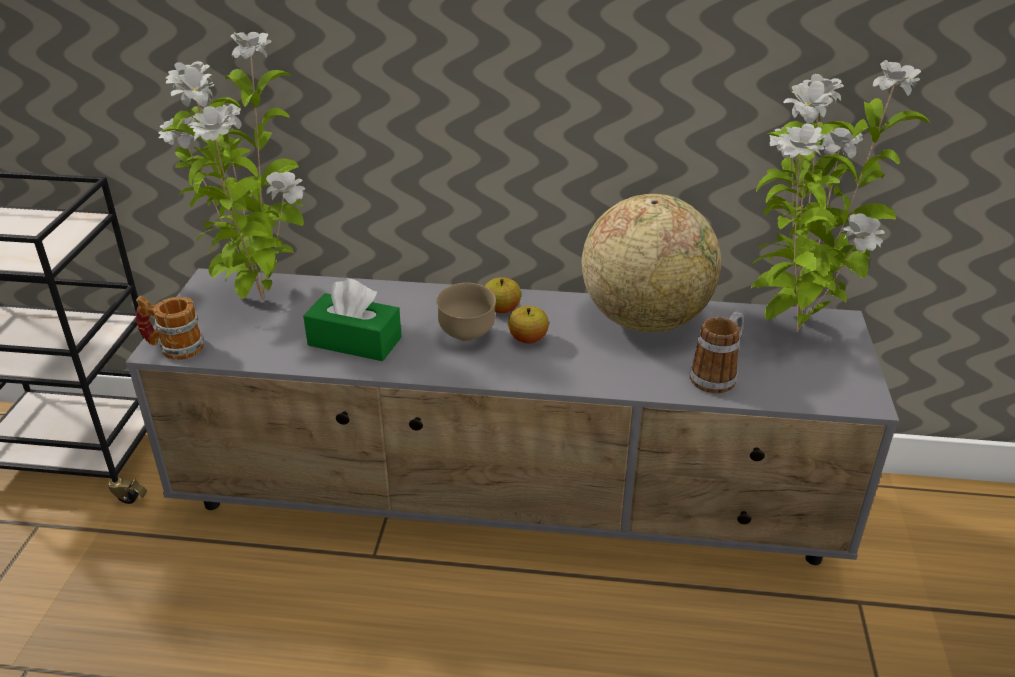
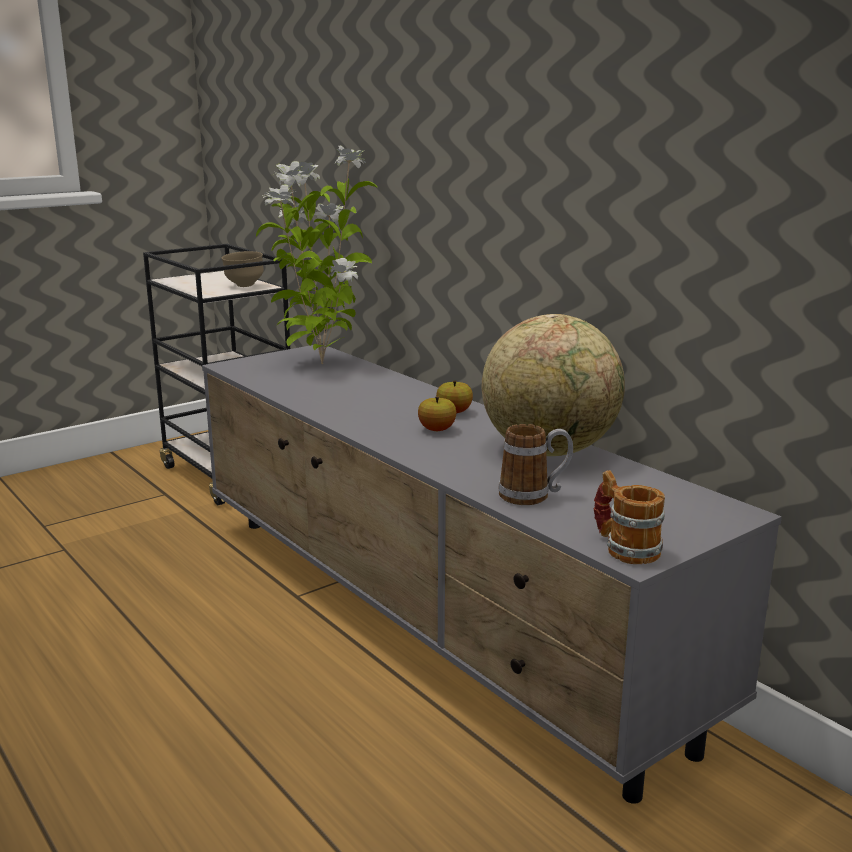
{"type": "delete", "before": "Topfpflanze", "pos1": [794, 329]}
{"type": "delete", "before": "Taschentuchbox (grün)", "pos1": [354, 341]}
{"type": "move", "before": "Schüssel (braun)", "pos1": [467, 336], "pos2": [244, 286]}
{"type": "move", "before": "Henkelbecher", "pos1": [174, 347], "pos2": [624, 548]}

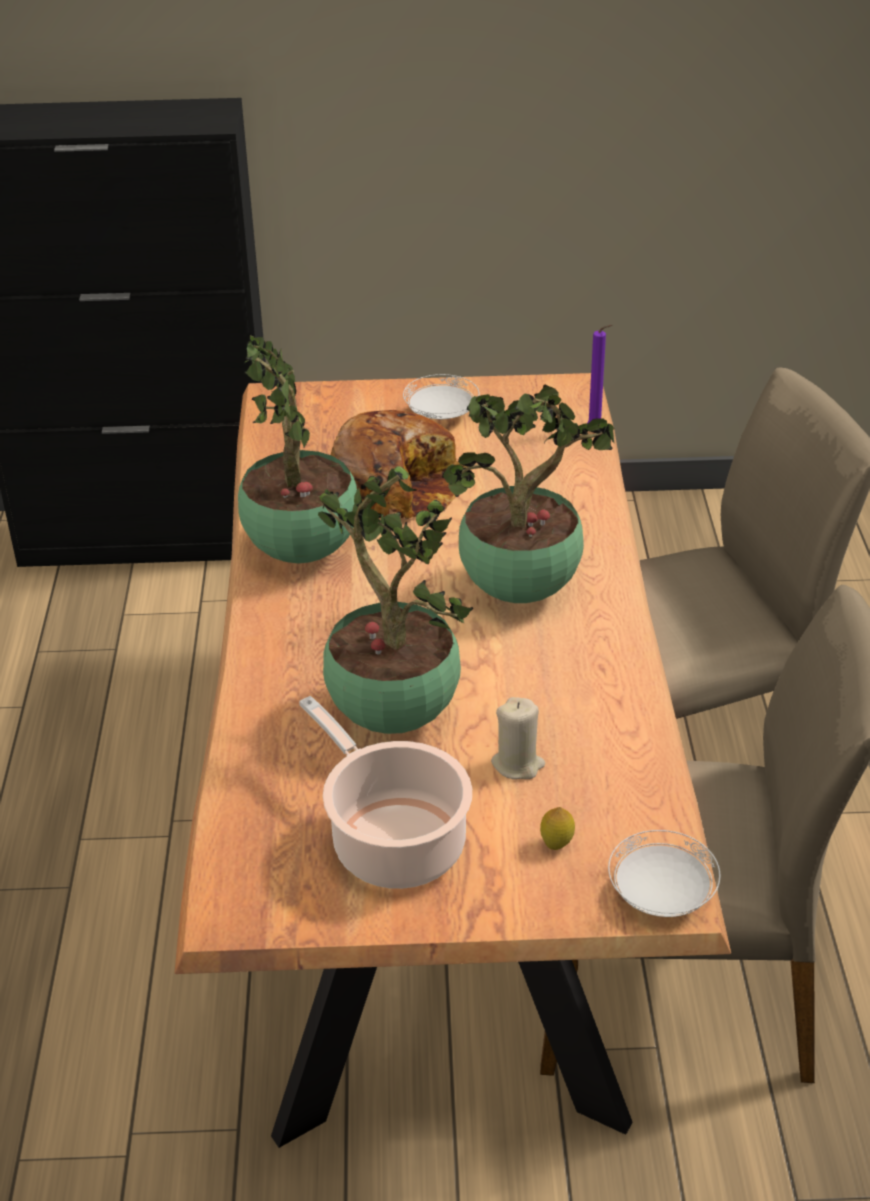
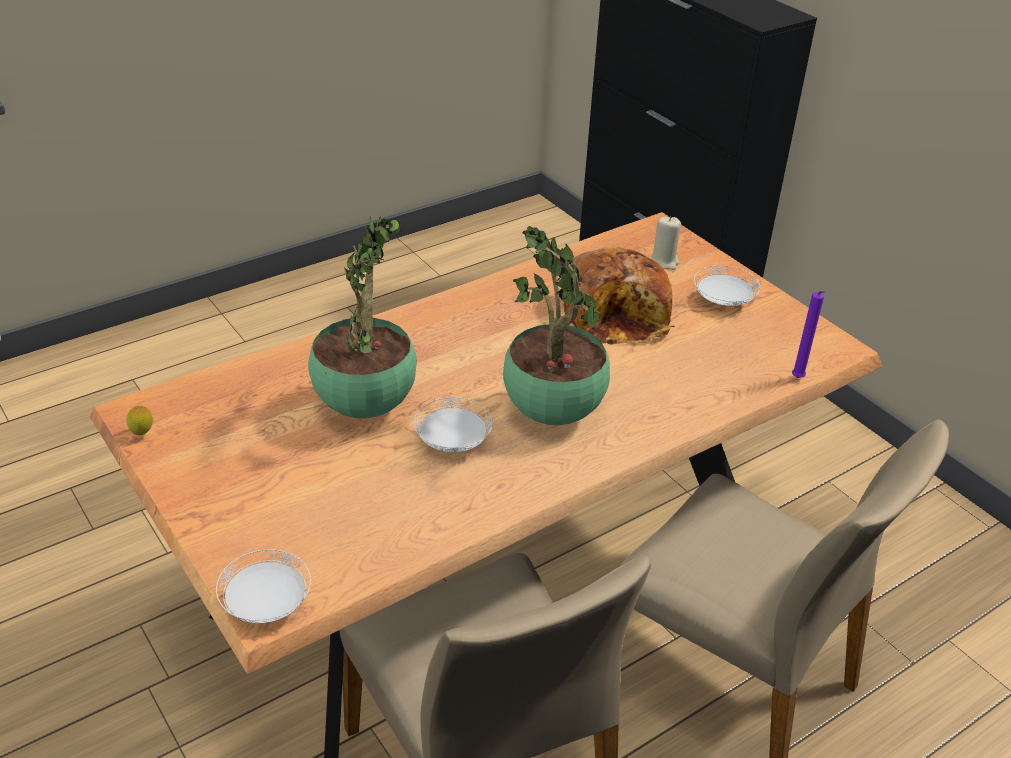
{"type": "delete", "before": "Topfpflanze", "pos1": [303, 553]}
{"type": "delete", "before": "Kochtopf", "pos1": [393, 841]}
{"type": "move", "before": "Kerze (beige)", "pos1": [518, 764], "pos2": [664, 262]}
{"type": "move", "before": "Zitrone", "pos1": [556, 845], "pos2": [142, 434]}
{"type": "insert", "after": "Teller (weiß)", "pos2": [453, 441]}

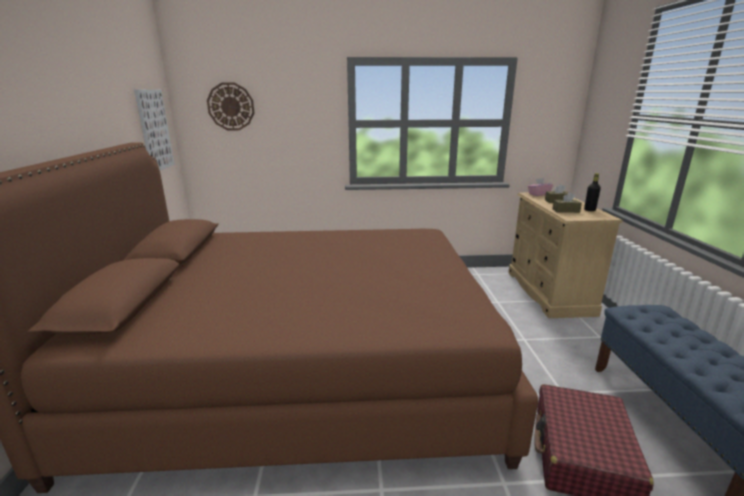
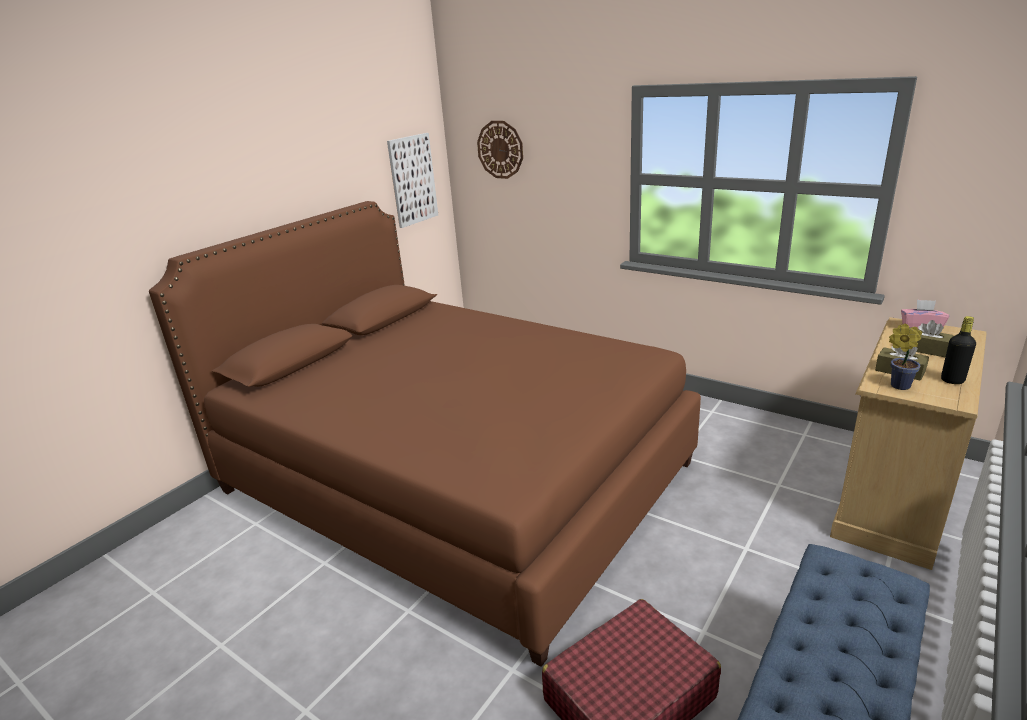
{"type": "insert", "after": "Topfpflanze", "pos2": [897, 385]}

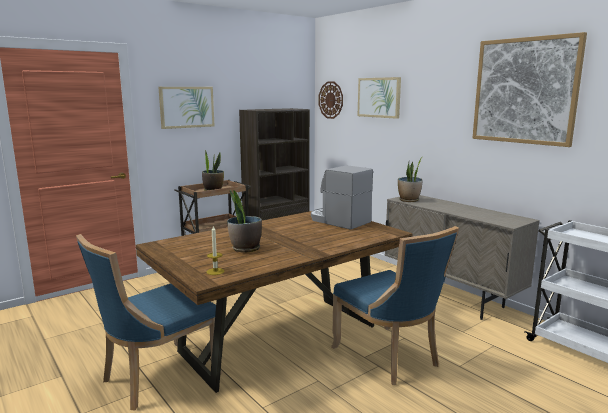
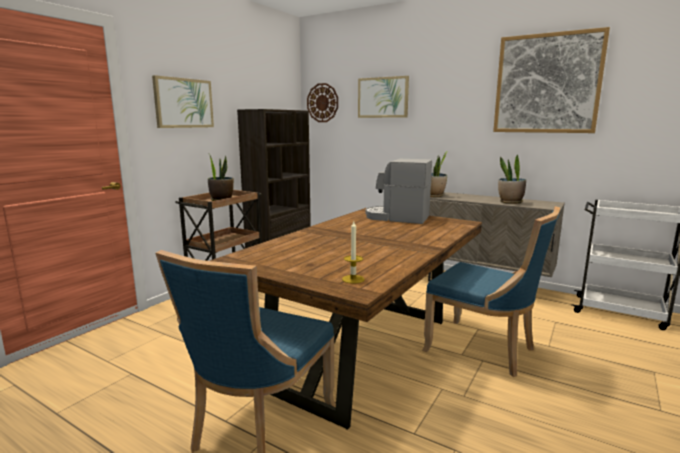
{"type": "move", "before": "Topfpflanze", "pos1": [245, 249], "pos2": [510, 202]}

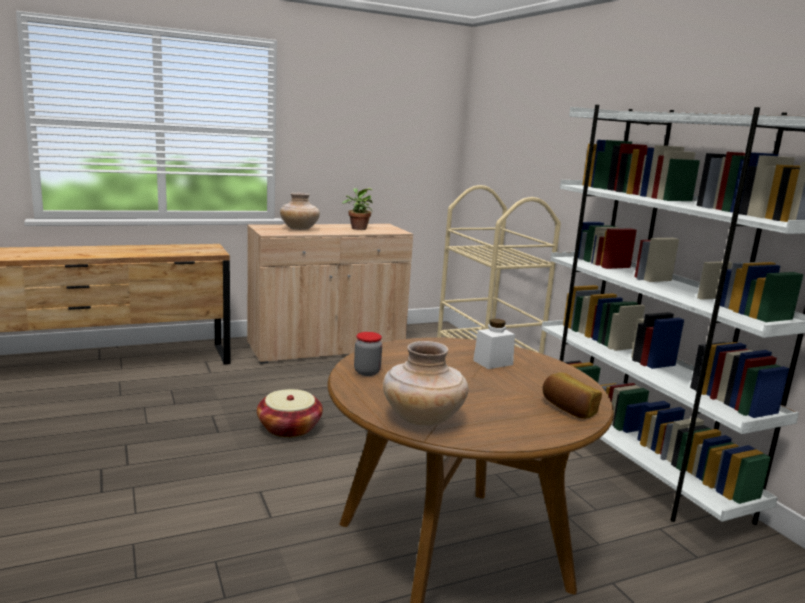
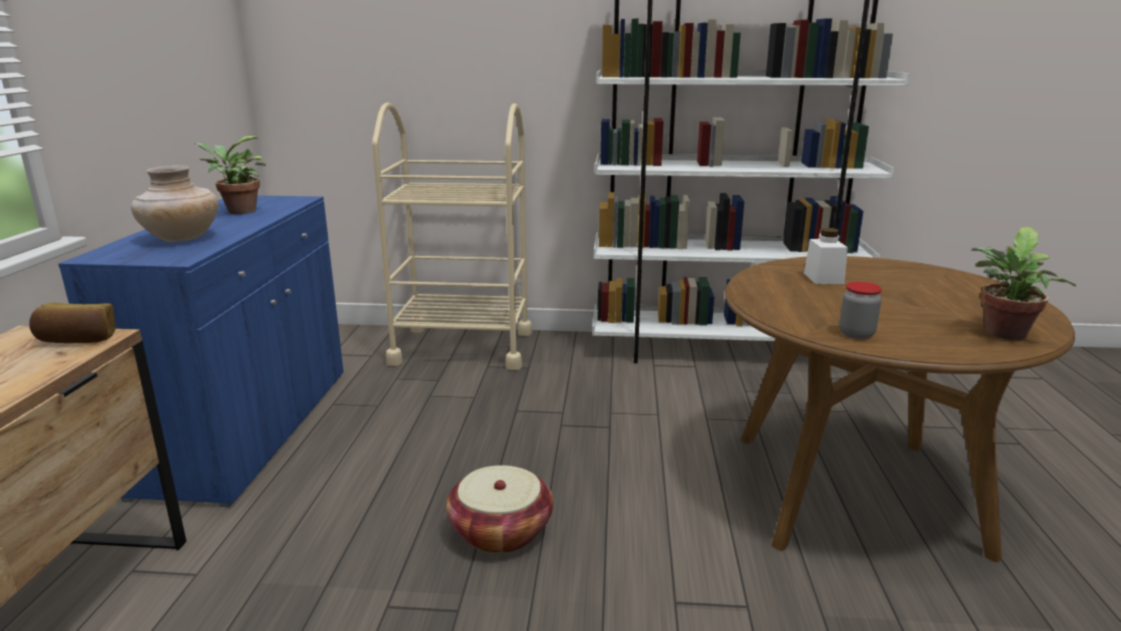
{"type": "recolor", "before": "Schrank (beige)", "after": "Schrank (blau)", "pos1": [326, 347], "pos2": [250, 429]}
{"type": "replace", "before": "Vase (beige)", "after": "Topfpflanze", "pos1": [422, 419], "pos2": [1004, 335]}
{"type": "move", "before": "Brot", "pos1": [568, 409], "pos2": [78, 340]}

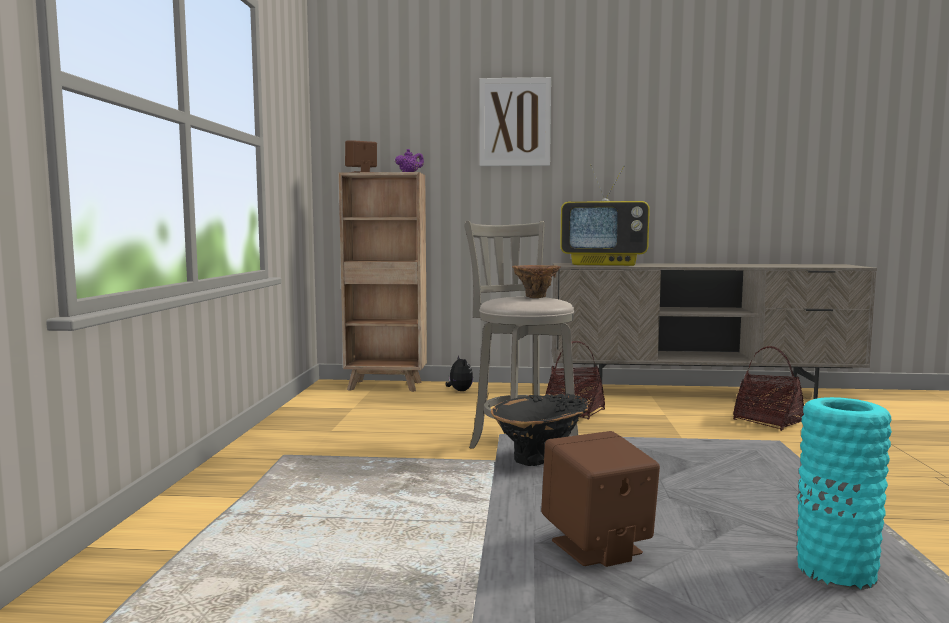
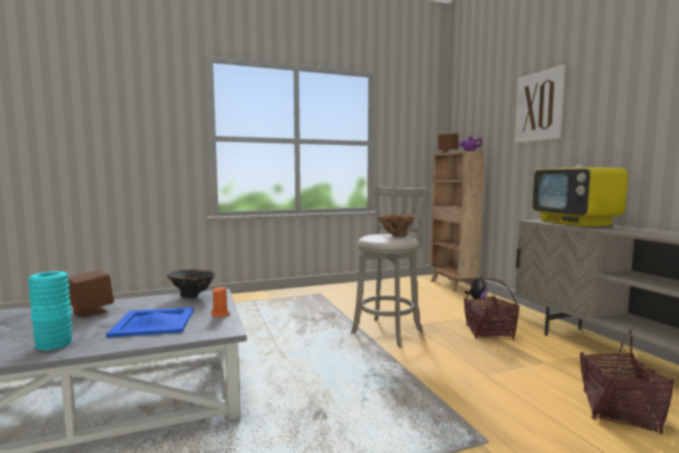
{"type": "insert", "after": "Kerze (orange)", "pos2": [220, 314]}
{"type": "insert", "after": "Tablett (blau)", "pos2": [154, 322]}

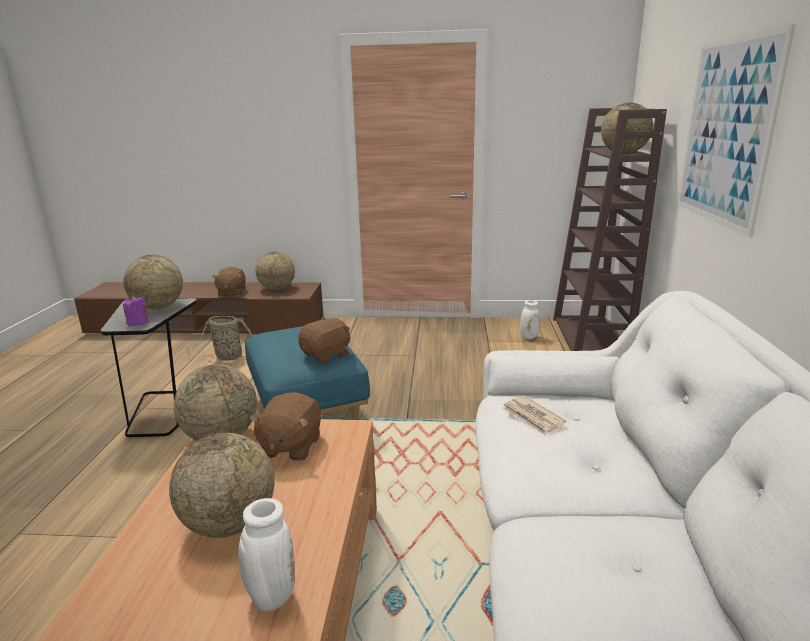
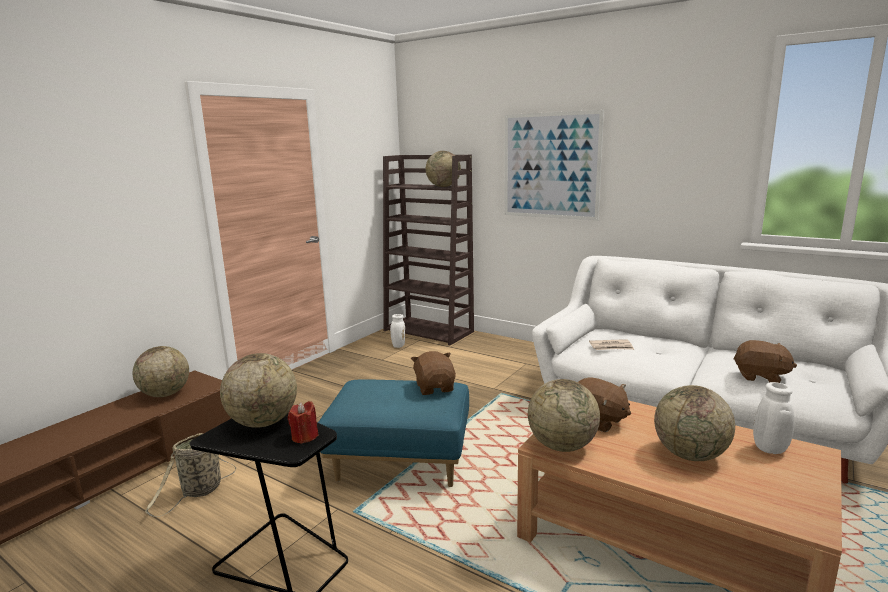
{"type": "move", "before": "Plüschtier (braun)", "pos1": [231, 293], "pos2": [760, 376]}
{"type": "recolor", "before": "Kerze (lila)", "after": "Kerze (rot)", "pos1": [138, 323], "pos2": [304, 437]}

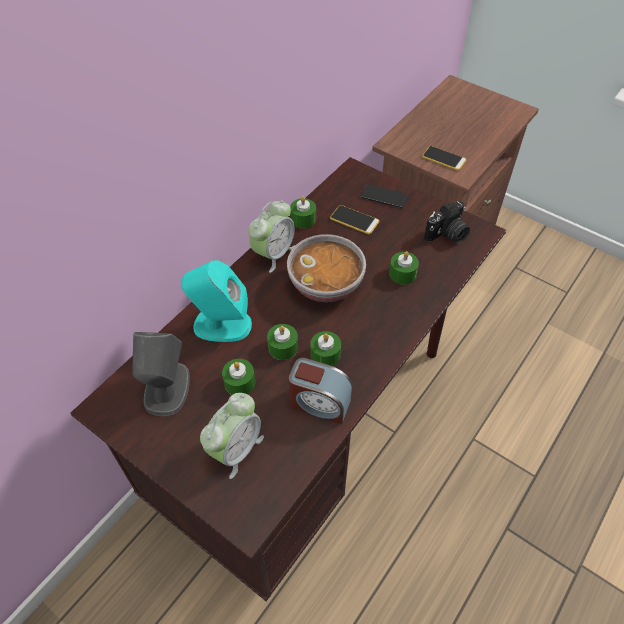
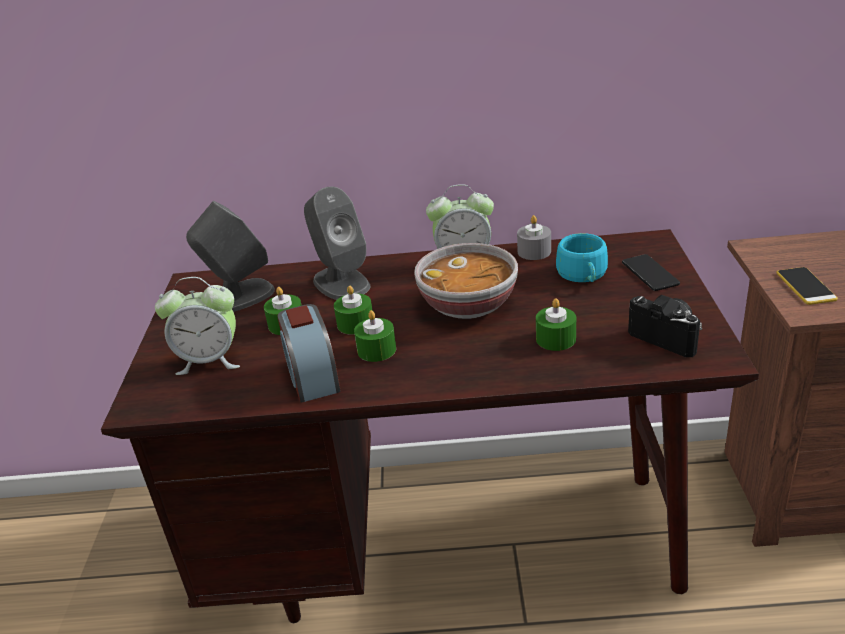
{"type": "recolor", "before": "Kerze (grün)", "after": "Kerze (grau)", "pos1": [303, 219], "pos2": [534, 251]}
{"type": "rotate", "before": "Kamera", "pos1": [447, 234], "pos2": [668, 337], "turn": -150}
{"type": "replace", "before": "Handy", "after": "Tasse (türkis)", "pos1": [354, 220], "pos2": [583, 275]}
{"type": "recolor", "before": "Lautsprecher (türkis)", "after": "Lautsprecher (grau)", "pos1": [221, 325], "pos2": [341, 283]}

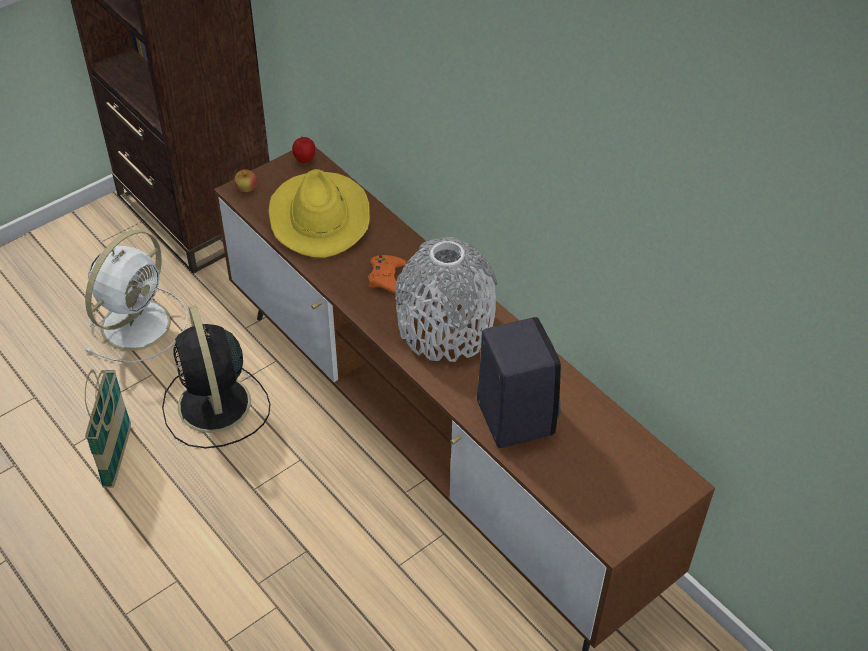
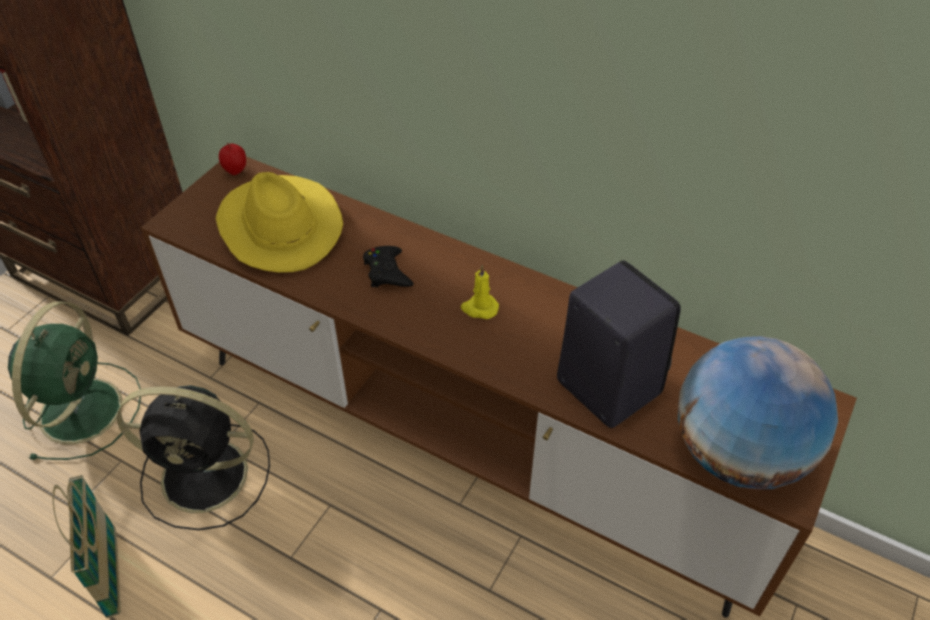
{"type": "delete", "before": "Apfel", "pos1": [246, 189]}
{"type": "recolor", "before": "Ventilator (weiß)", "after": "Ventilator (grün)", "pos1": [138, 323], "pos2": [83, 407]}
{"type": "replace", "before": "Vase (grau)", "after": "Kerze (gelb)", "pos1": [445, 327], "pos2": [479, 308]}
{"type": "recolor", "before": "Gamepad (orange)", "after": "Gamepad (schwarz)", "pos1": [387, 278], "pos2": [387, 272]}
{"type": "rotate", "before": "Ventilator (schwarz)", "pos1": [215, 406], "pos2": [209, 475], "turn": -45}
{"type": "insert", "after": "Globus", "pos2": [737, 453]}

